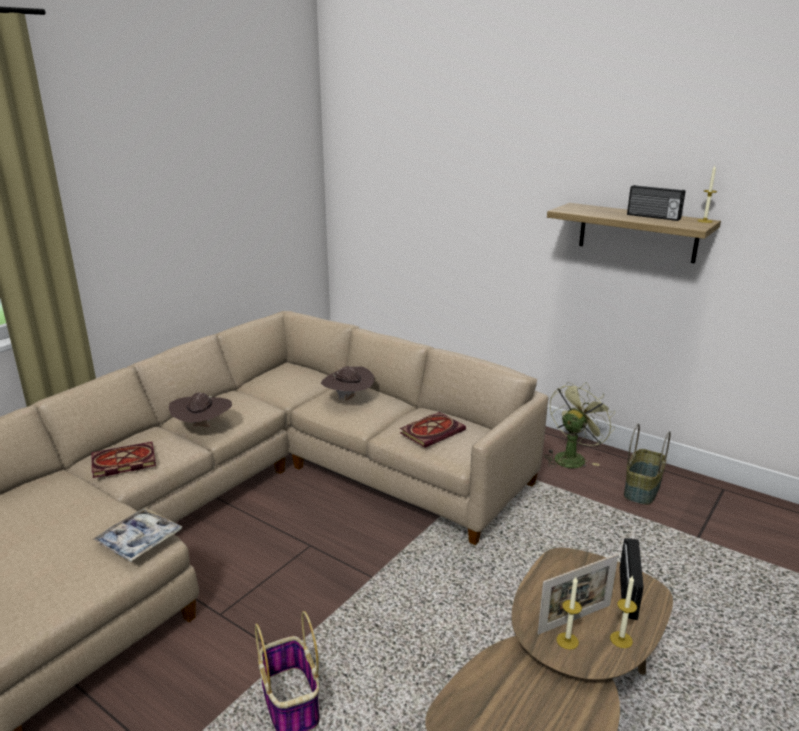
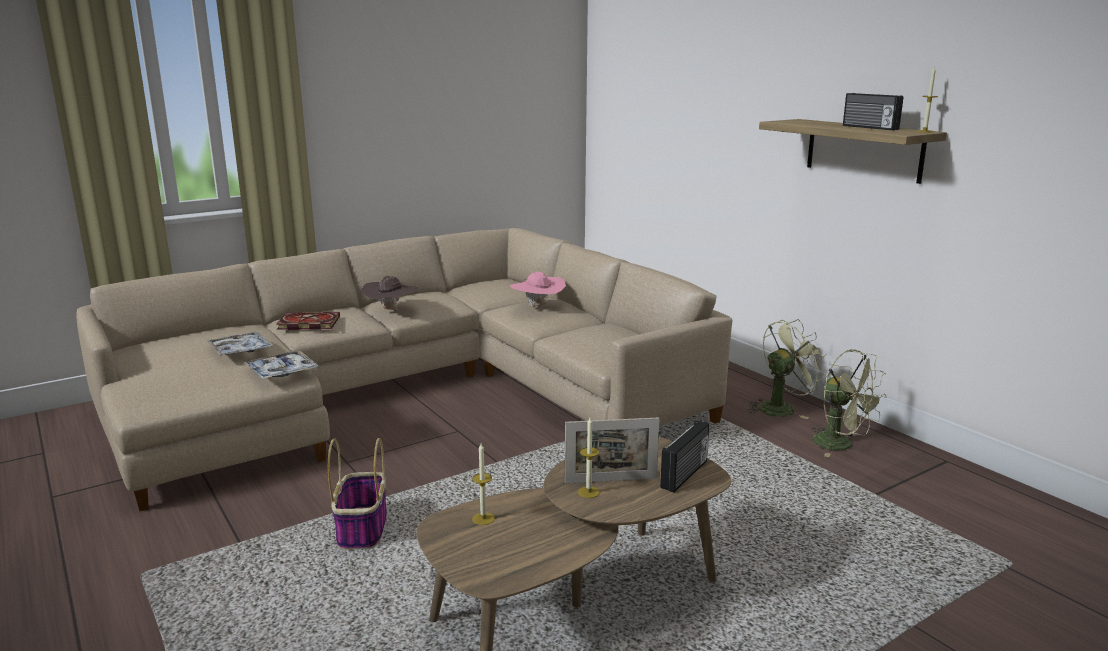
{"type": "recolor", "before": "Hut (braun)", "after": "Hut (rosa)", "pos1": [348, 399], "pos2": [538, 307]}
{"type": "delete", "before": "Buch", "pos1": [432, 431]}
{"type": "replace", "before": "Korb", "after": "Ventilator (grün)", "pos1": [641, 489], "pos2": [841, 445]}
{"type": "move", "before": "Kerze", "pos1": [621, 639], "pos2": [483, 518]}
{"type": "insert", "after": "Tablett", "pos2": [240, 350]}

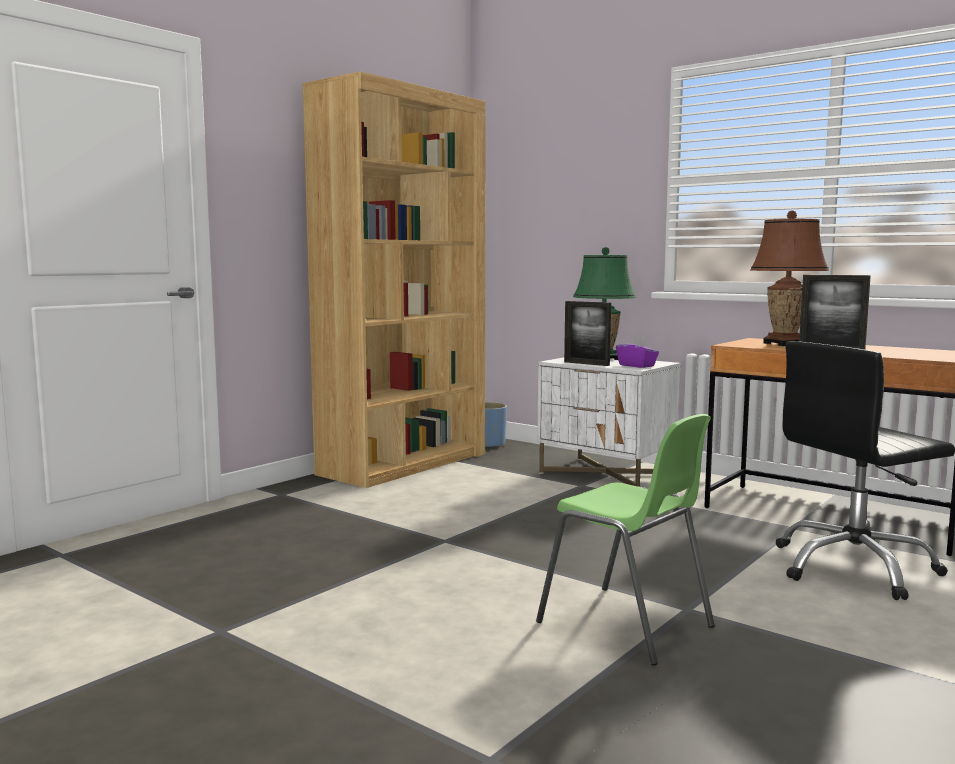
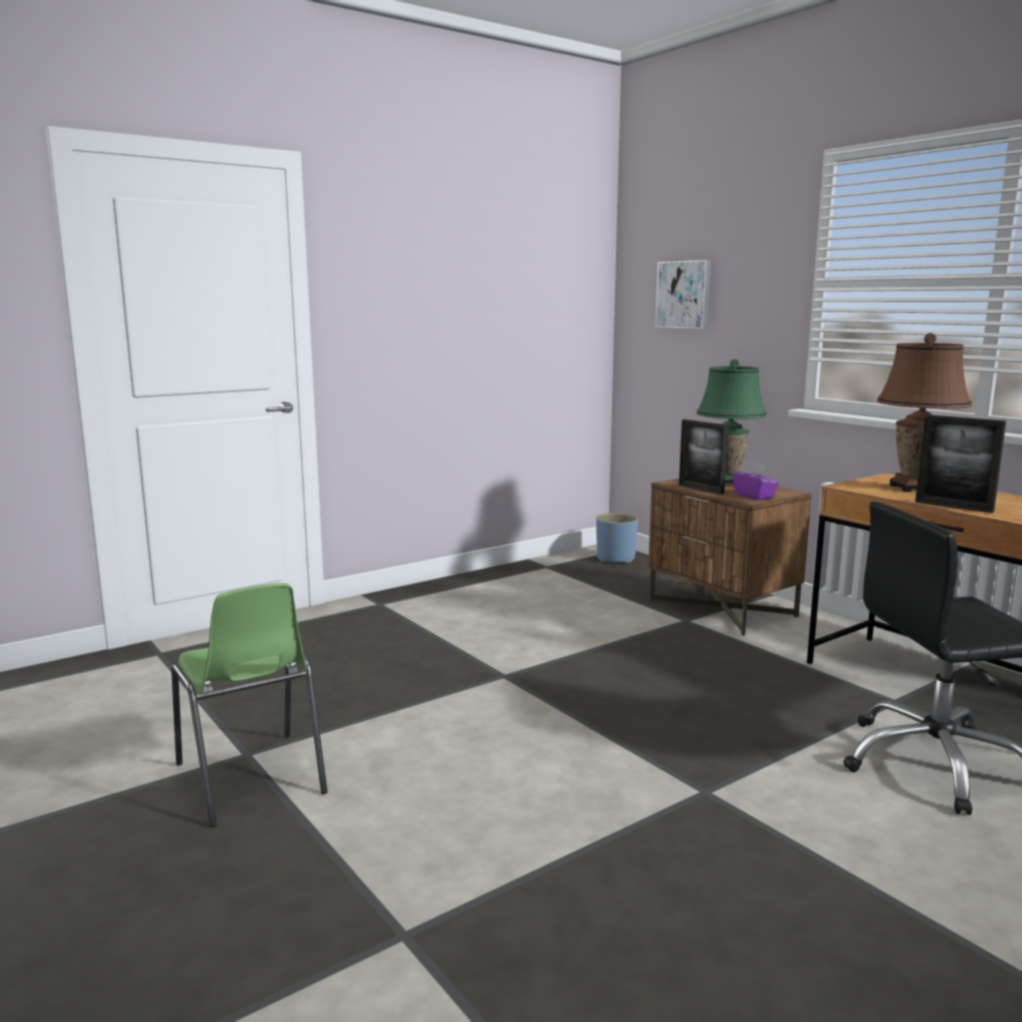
{"type": "delete", "before": "Bücherregal (braun)", "pos1": [404, 464]}
{"type": "recolor", "before": "Nachttisch (weiß)", "after": "Nachttisch (braun)", "pos1": [607, 474], "pos2": [723, 608]}
{"type": "move", "before": "Stuhl (grün)", "pos1": [627, 625], "pos2": [251, 779]}
{"type": "insert", "after": "Bild", "pos2": [684, 294]}

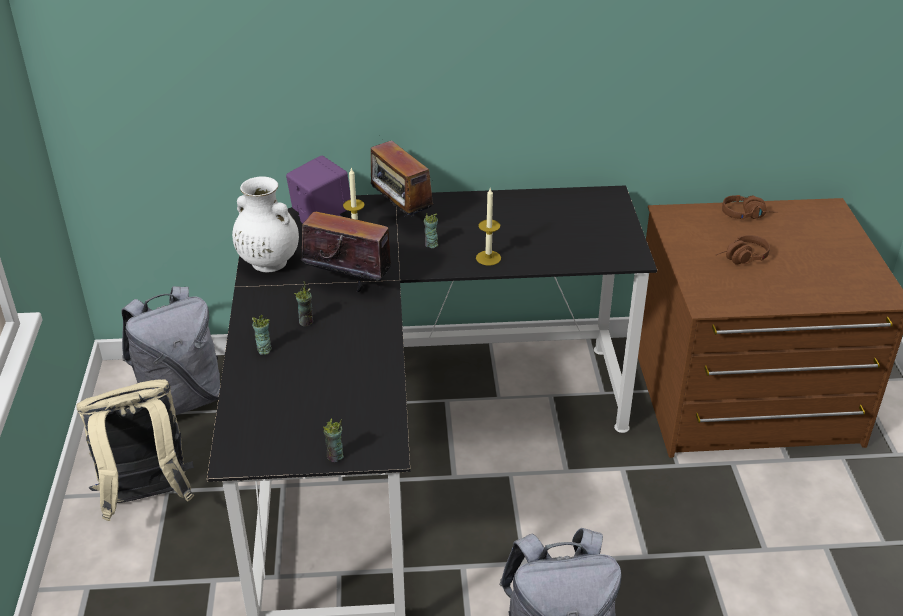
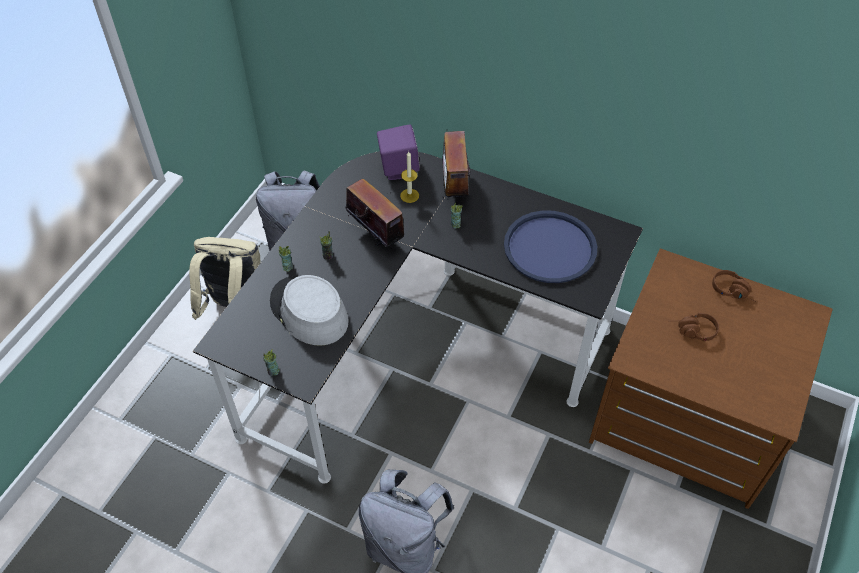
{"type": "delete", "before": "Vase (weiß)", "pos1": [268, 262]}
{"type": "delete", "before": "Kerze", "pos1": [488, 258]}
{"type": "insert", "after": "Tablett (blau)", "pos2": [550, 247]}
{"type": "insert", "after": "Hut (grau)", "pos2": [308, 311]}

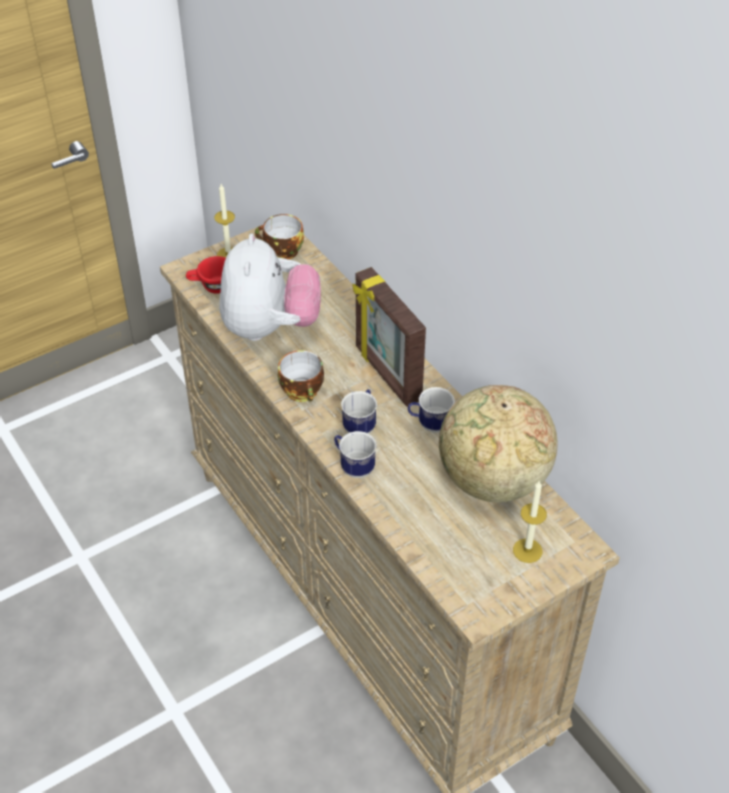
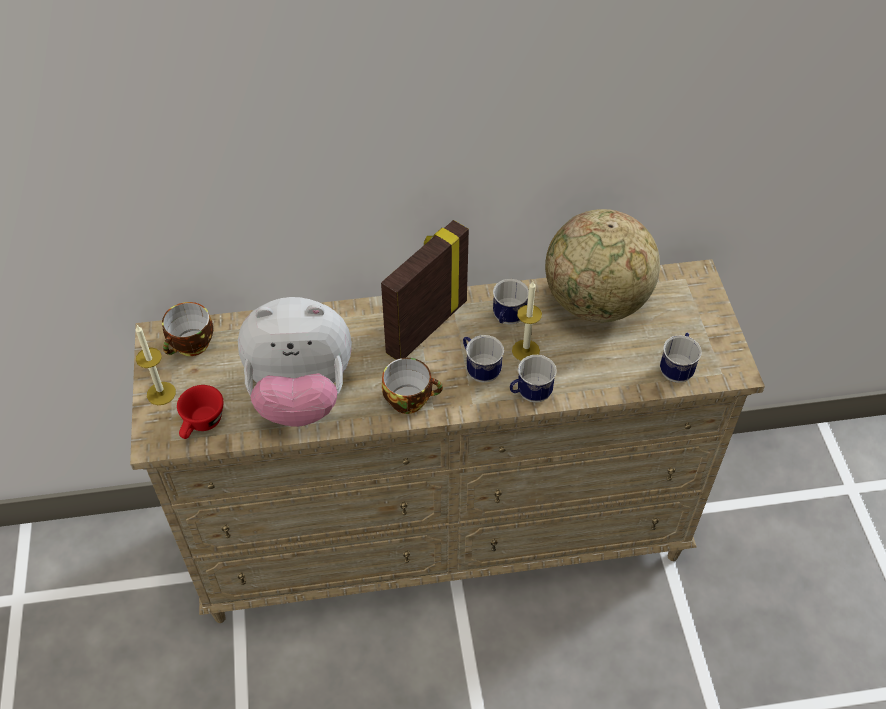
{"type": "rotate", "before": "Plüschtier", "pos1": [270, 327], "pos2": [301, 395], "turn": 150}
{"type": "rotate", "before": "Bilderrahmen", "pos1": [386, 374], "pos2": [425, 326], "turn": 135}
{"type": "move", "before": "Kerze", "pos1": [527, 550], "pos2": [525, 350]}
{"type": "insert", "after": "Henkelbecher", "pos2": [677, 369]}

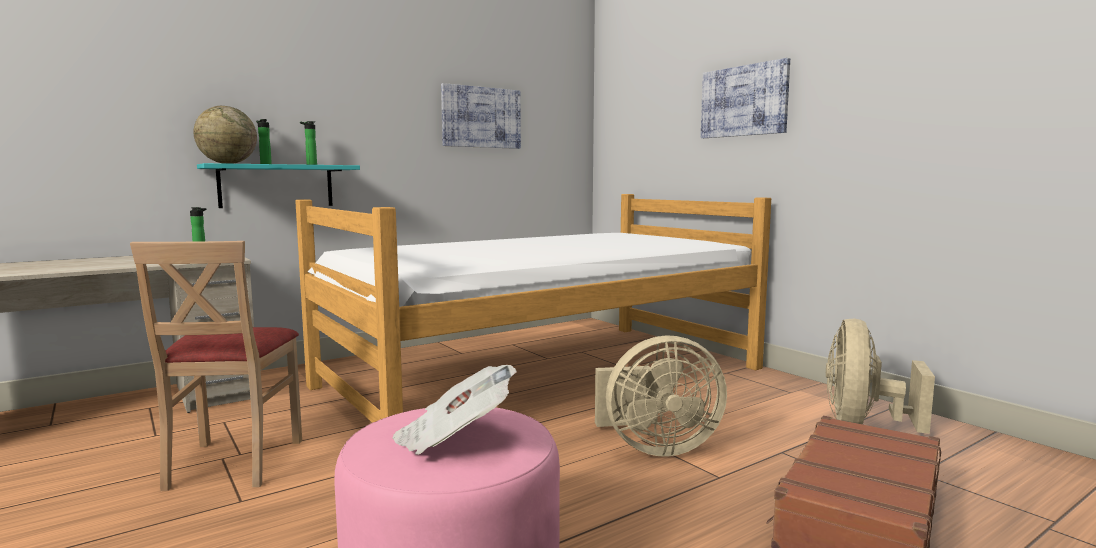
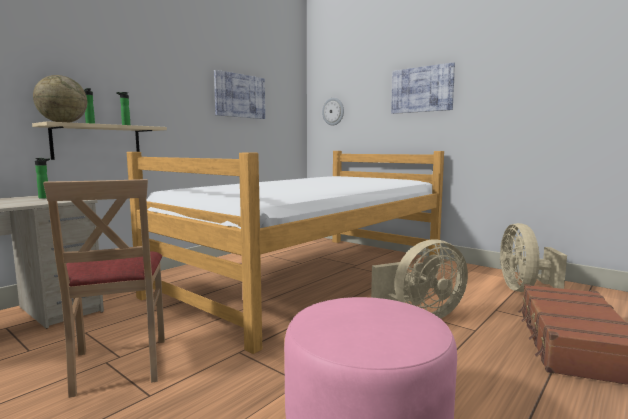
{"type": "recolor", "before": "Wandregal (türkis)", "after": "Wandregal (beige)", "pos1": [276, 186], "pos2": [97, 142]}
{"type": "delete", "before": "Zeitung", "pos1": [454, 438]}
{"type": "insert", "after": "Wanduhr", "pos2": [333, 111]}

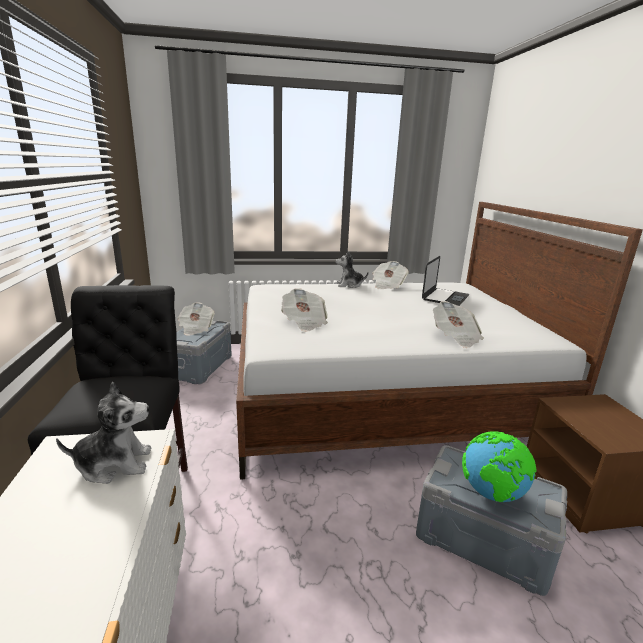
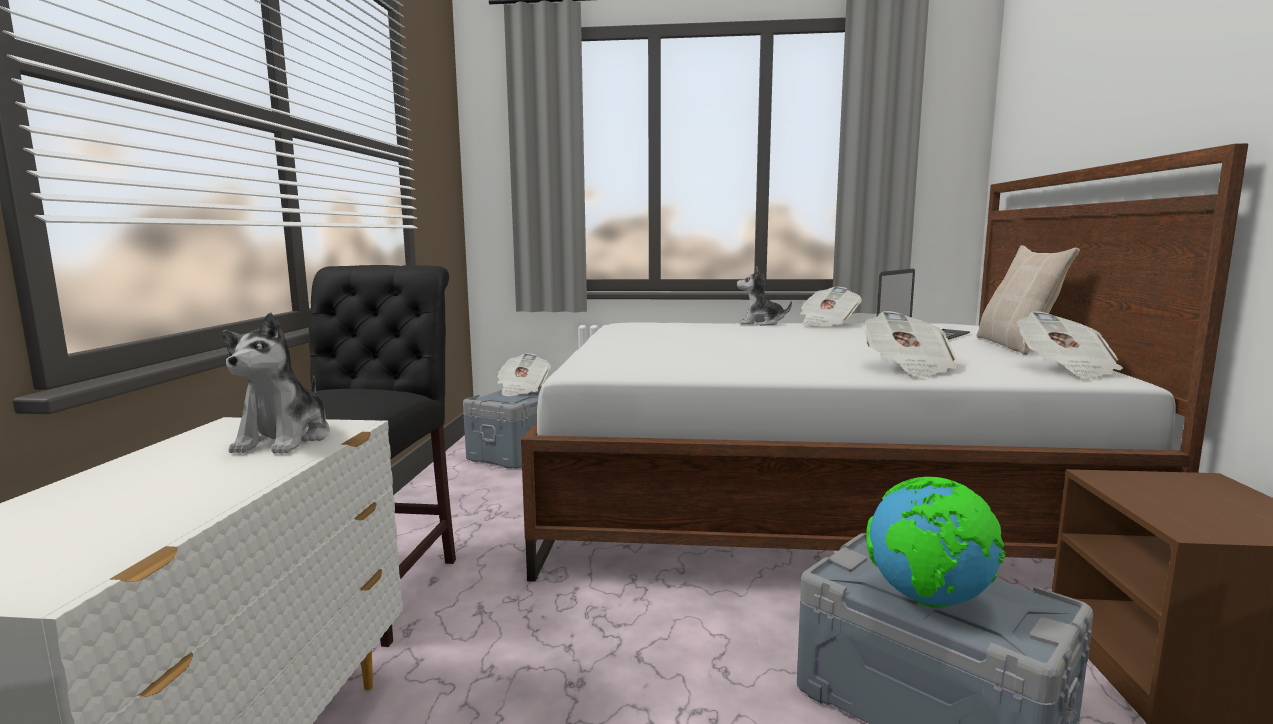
{"type": "move", "before": "Zeitung", "pos1": [304, 322], "pos2": [1065, 369]}
{"type": "rotate", "before": "Plüschtier", "pos1": [114, 464], "pos2": [285, 439], "turn": 90}
{"type": "insert", "after": "Kissen (beige)", "pos2": [1017, 346]}

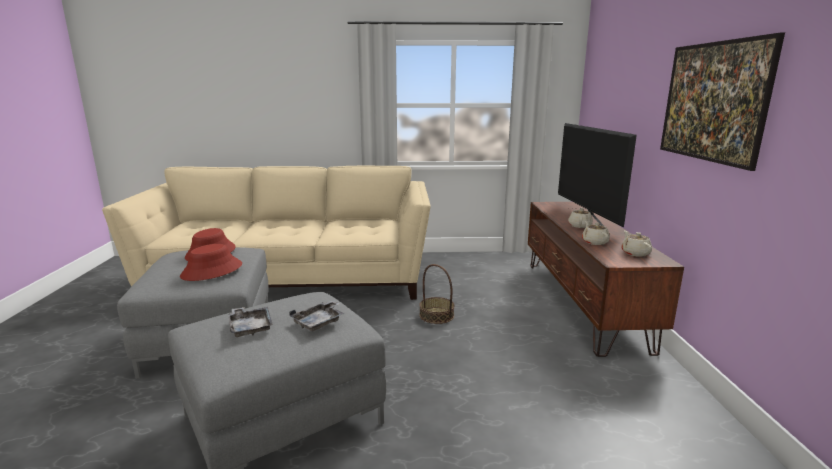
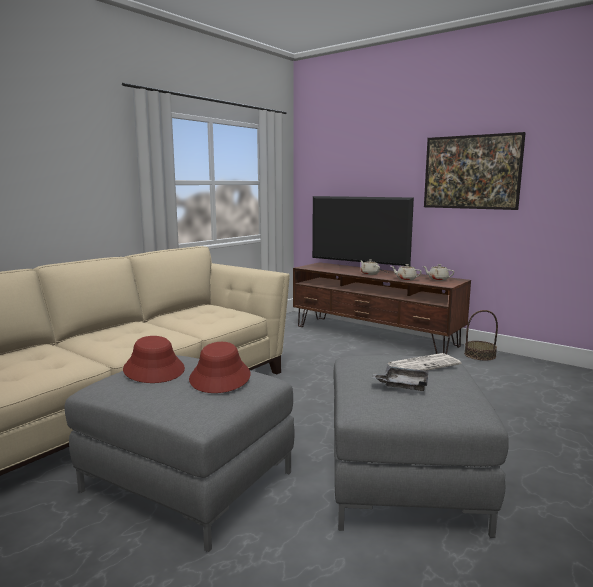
{"type": "move", "before": "Korb", "pos1": [436, 315], "pos2": [480, 355]}
{"type": "replace", "before": "Tablett (grau)", "after": "Zeitung", "pos1": [319, 322], "pos2": [424, 364]}

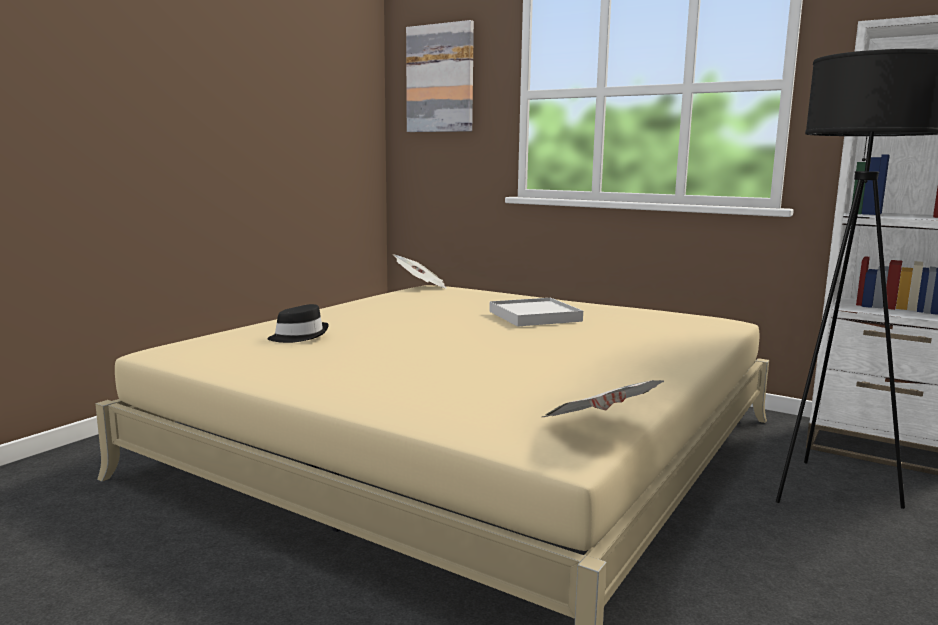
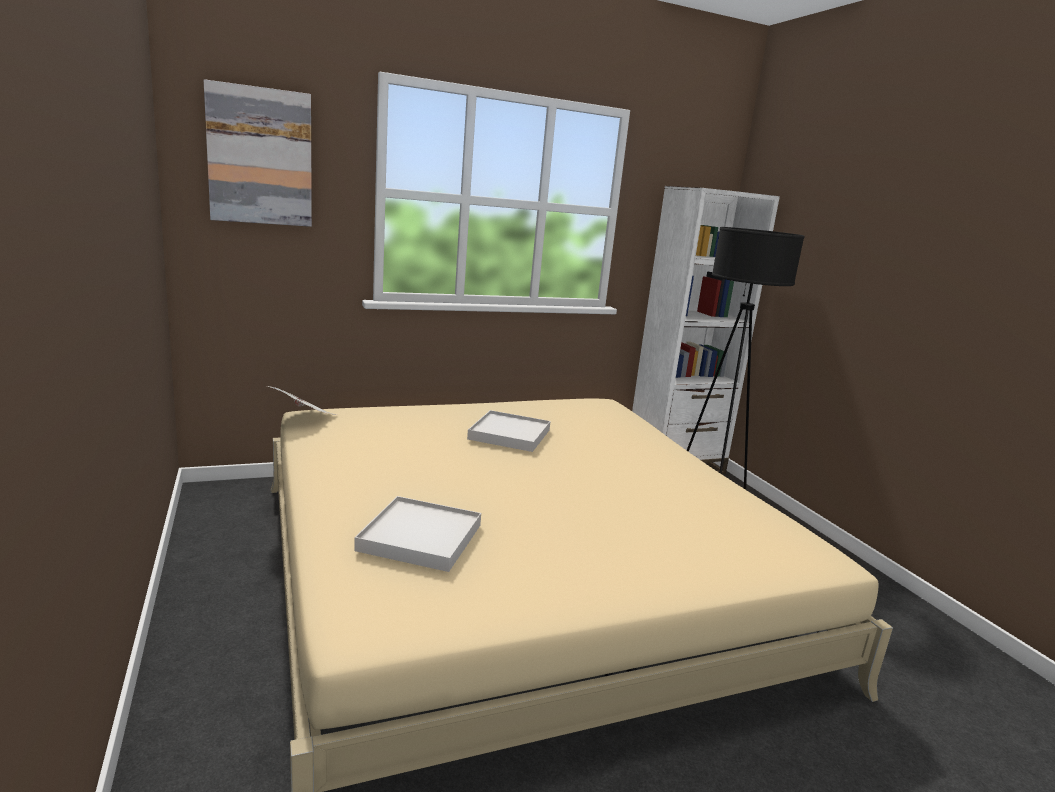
{"type": "replace", "before": "Hut (schwarz)", "after": "Tablett (weiß)", "pos1": [299, 336], "pos2": [420, 537]}
{"type": "delete", "before": "Zeitung", "pos1": [599, 429]}

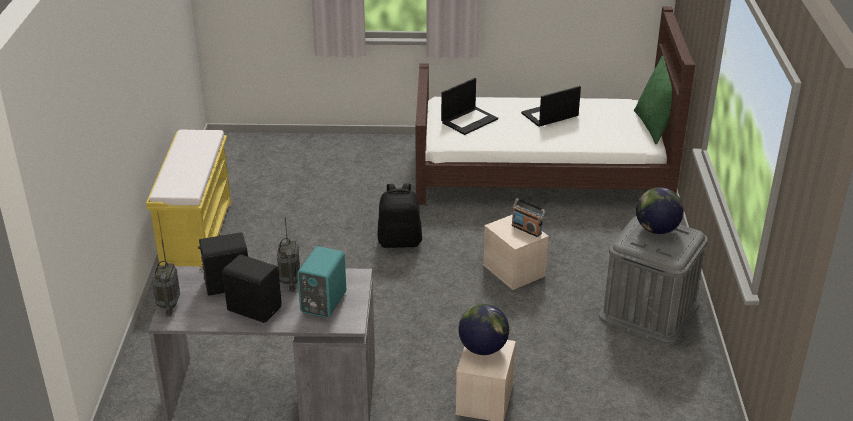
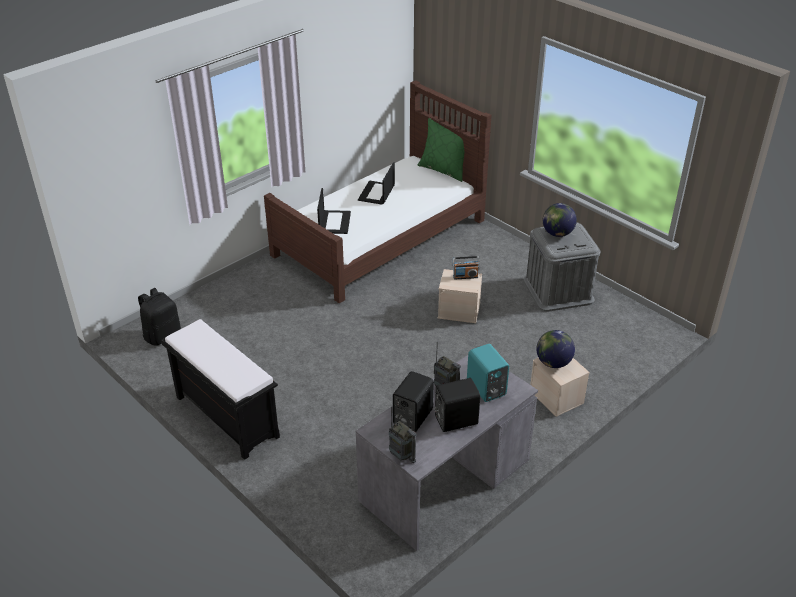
{"type": "recolor", "before": "Bank (gelb)", "after": "Bank (schwarz)", "pos1": [197, 236], "pos2": [225, 416]}
{"type": "move", "before": "Rucksack (schwarz)", "pos1": [400, 241], "pos2": [162, 335]}

